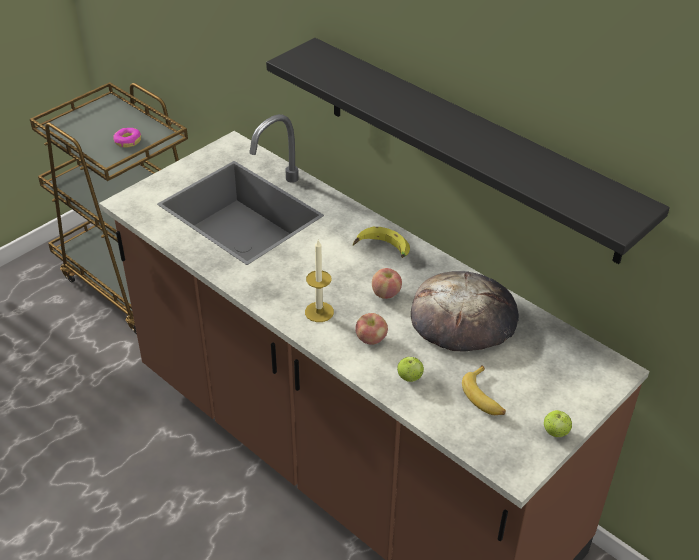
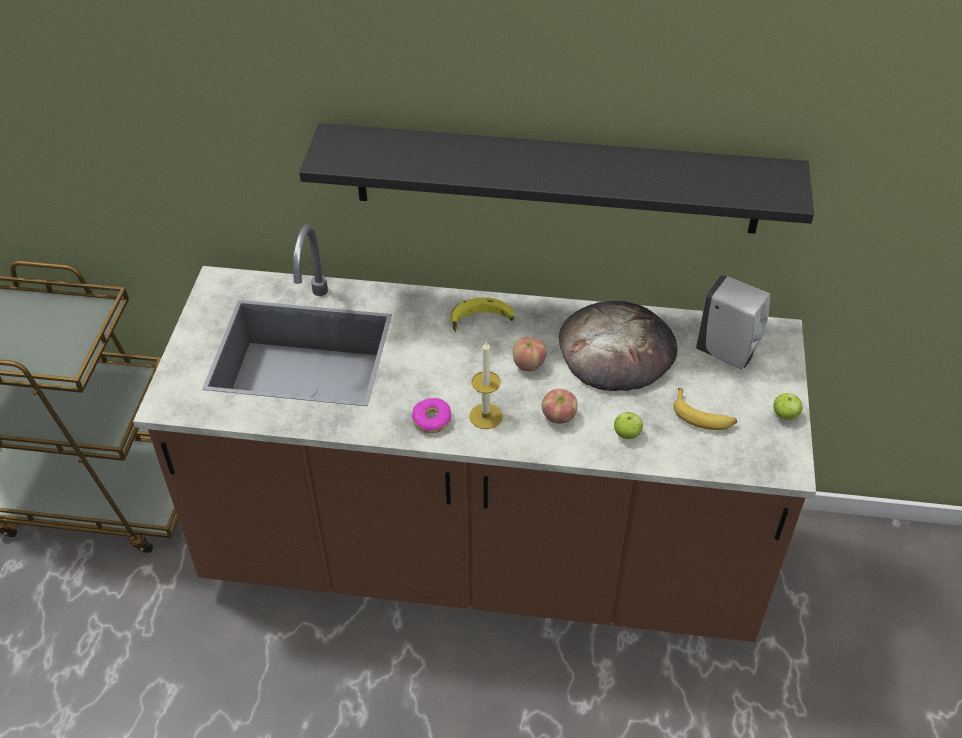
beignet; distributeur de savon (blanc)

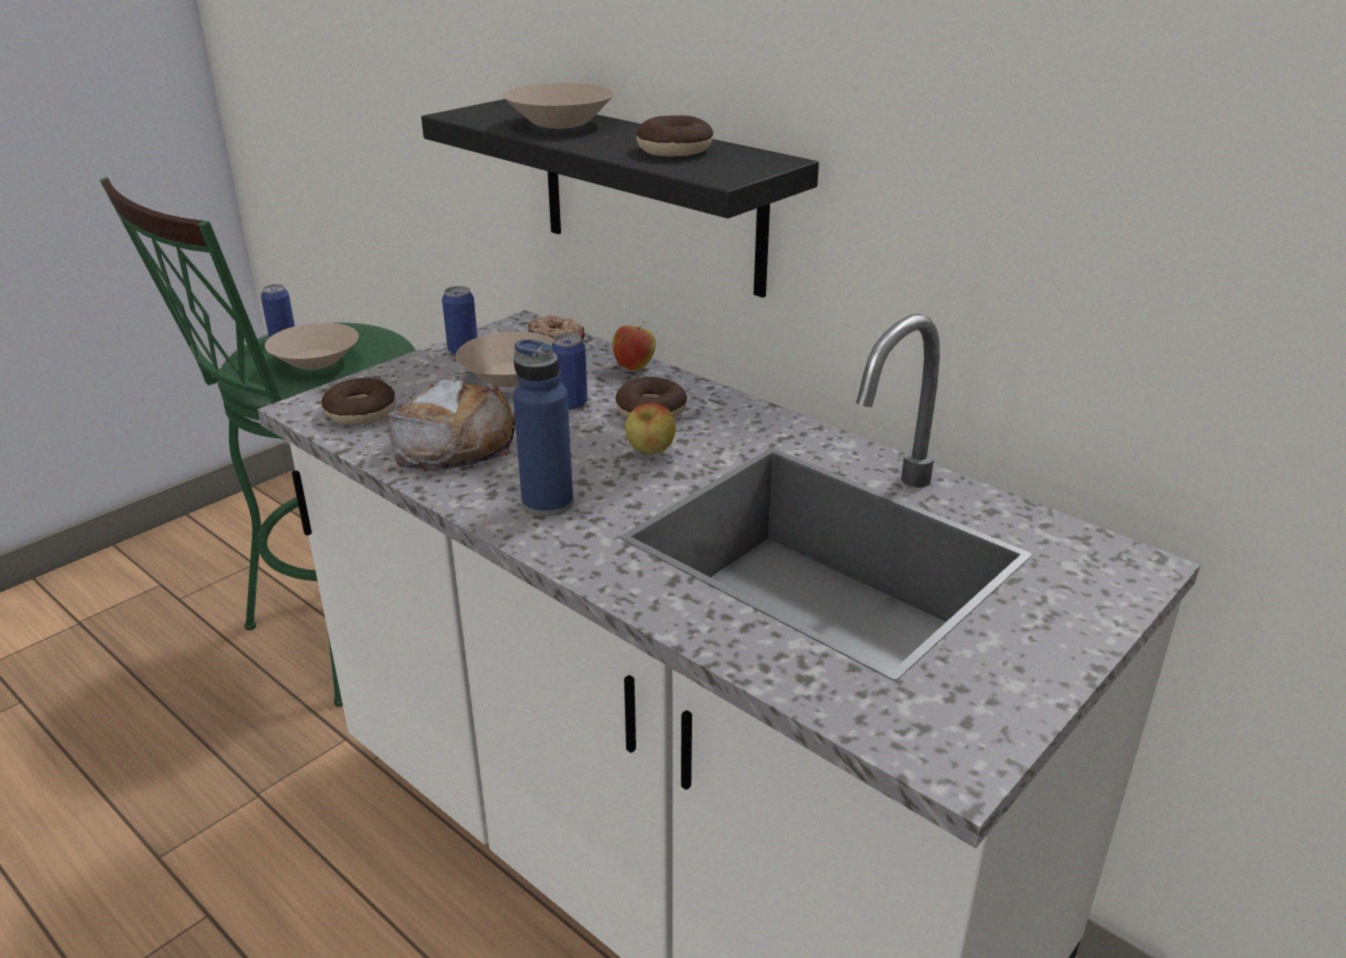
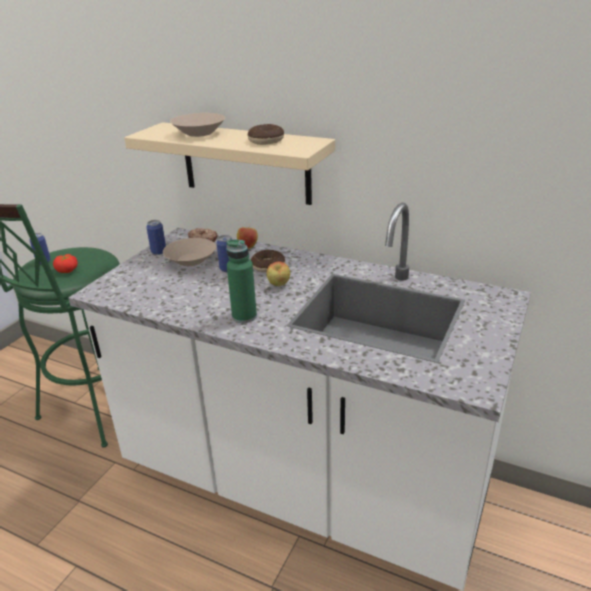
tomate; beignet (1st from left in the first image); pain; étagère (beige); bouteille (vert)

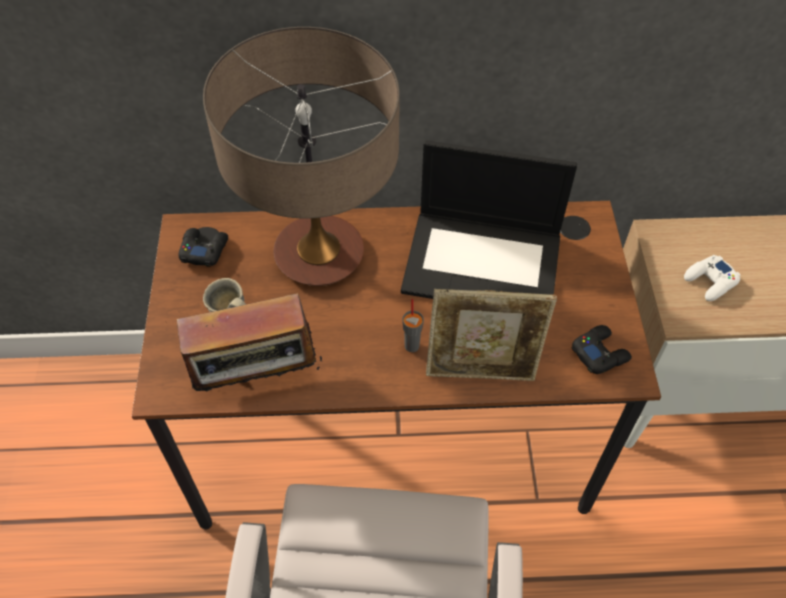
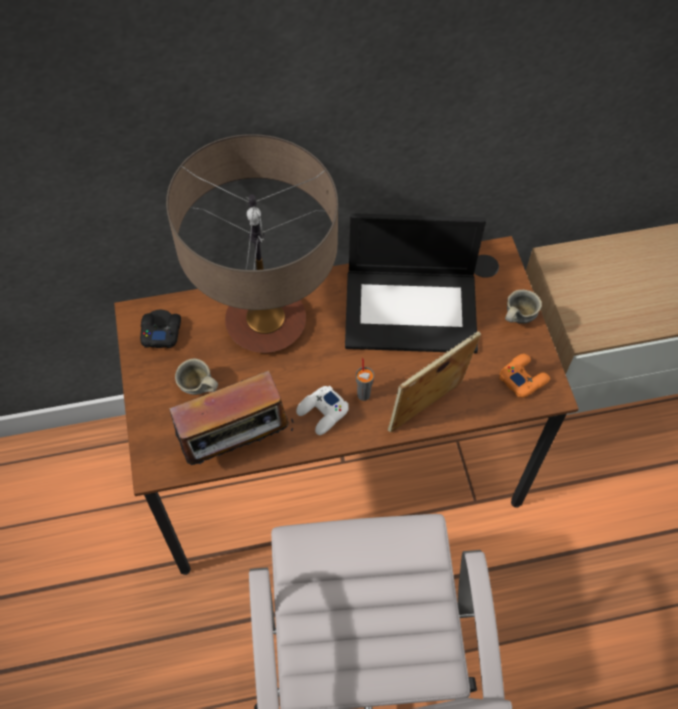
cadre photo; manette (orange); manette (blanc); mug (gris) (2nd from left)

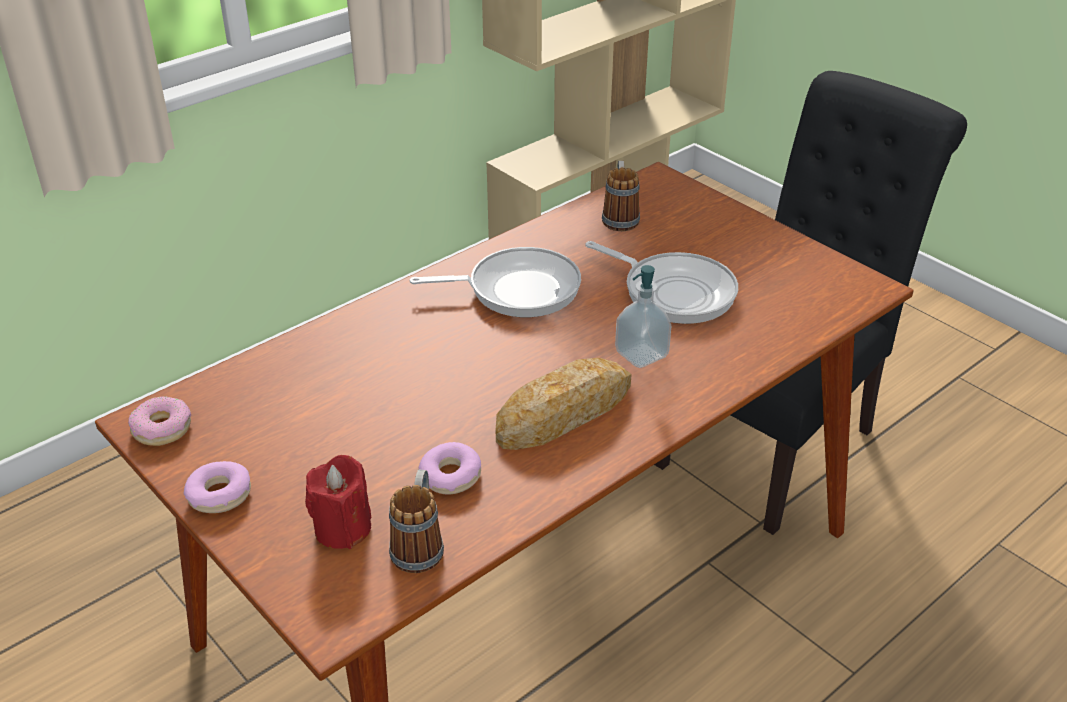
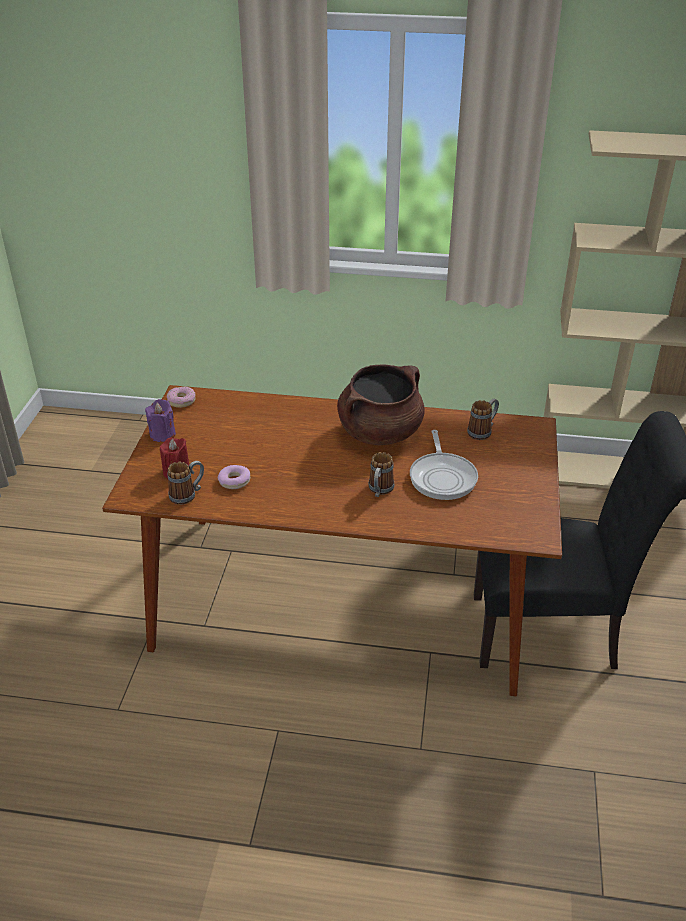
bougie (violet); marmite (marron); pain; mug (2nd from left)

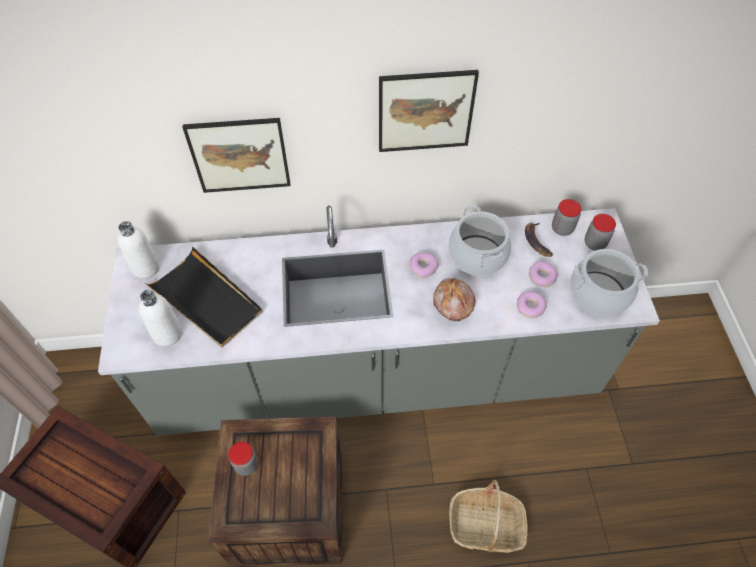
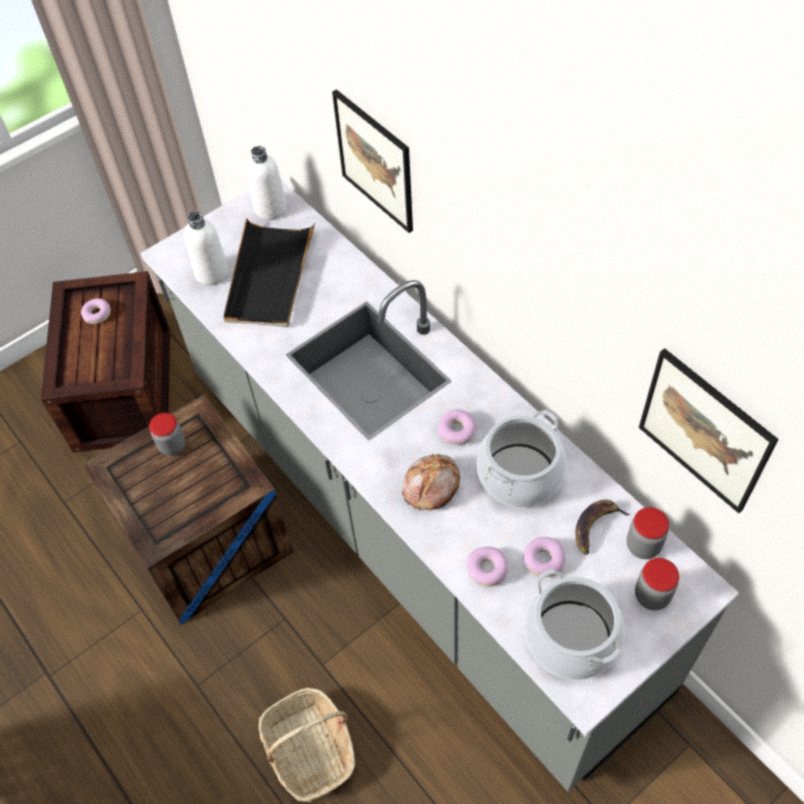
tableau (2nd from left); beignet (1st from left)

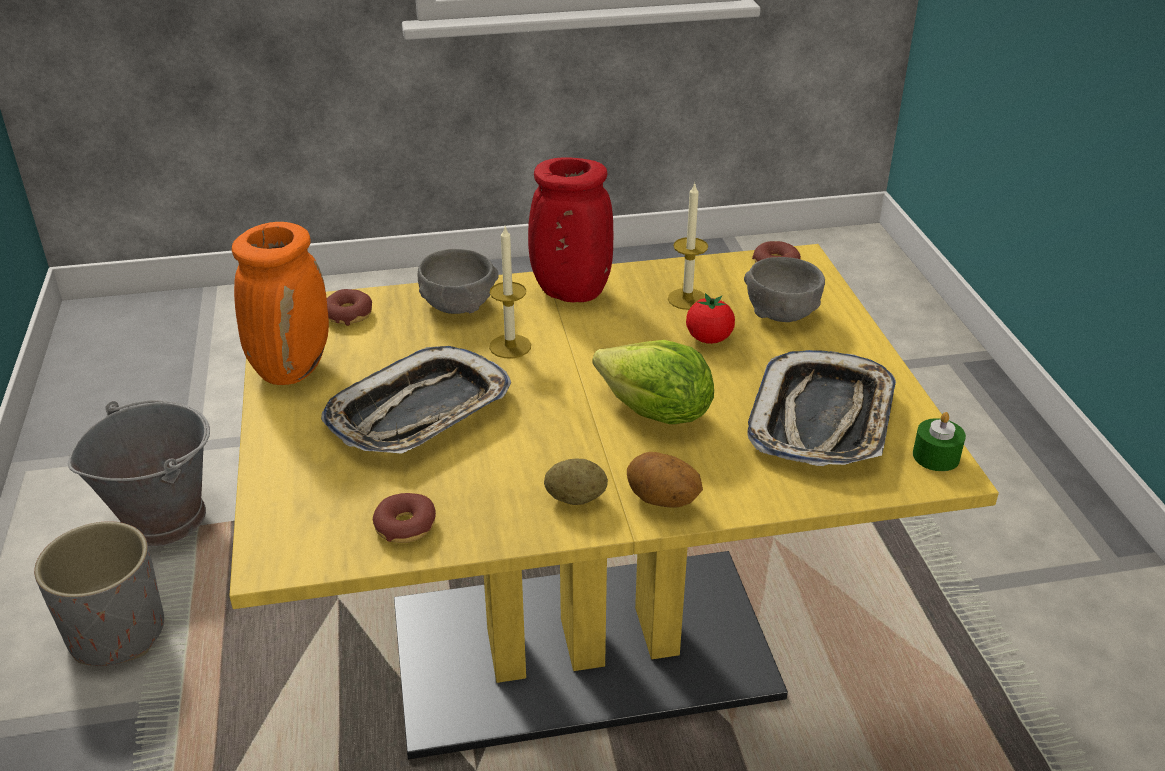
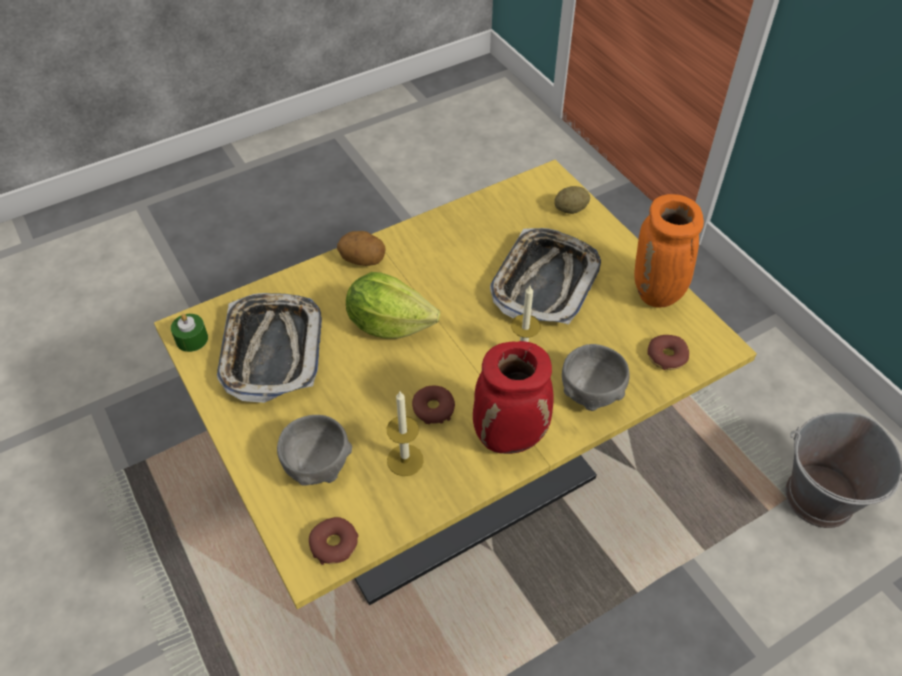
cache-pot (gris); beignet (2nd from left); pomme de terre (2nd from left); tomate

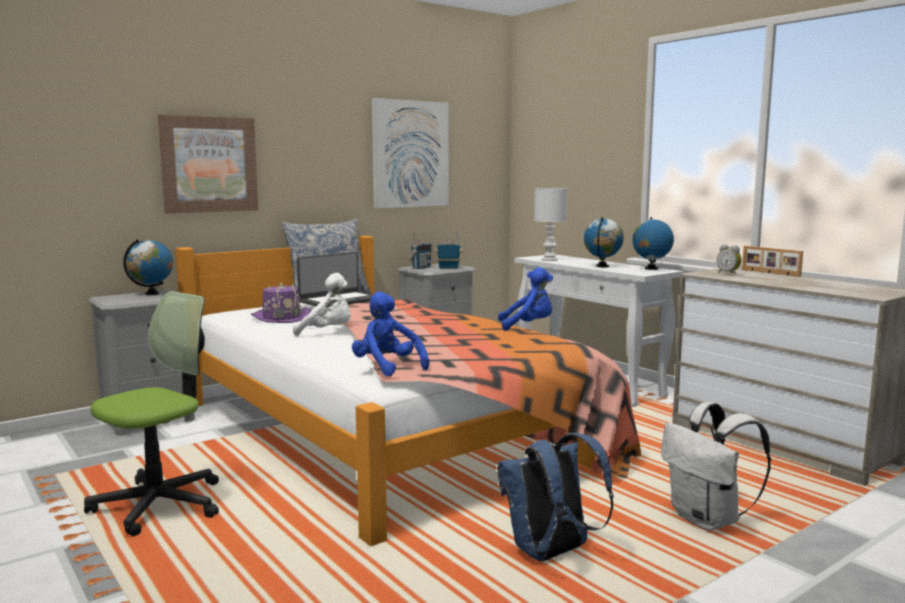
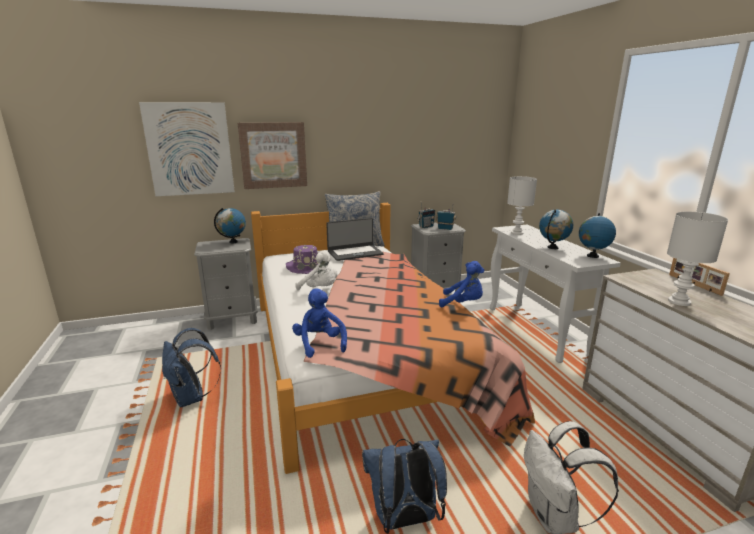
sac à dos (bleu) (1st from left); tableau (1st from left); réveil; lampe de table (blanc) (2nd from left)

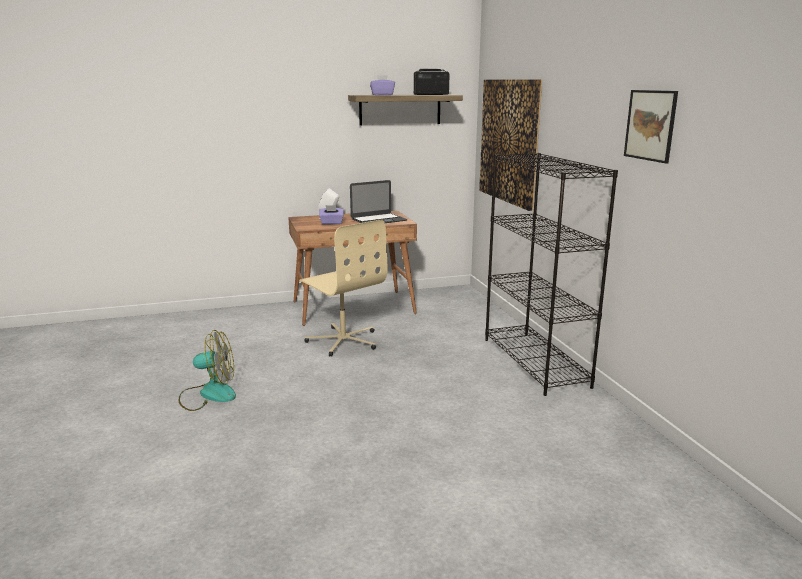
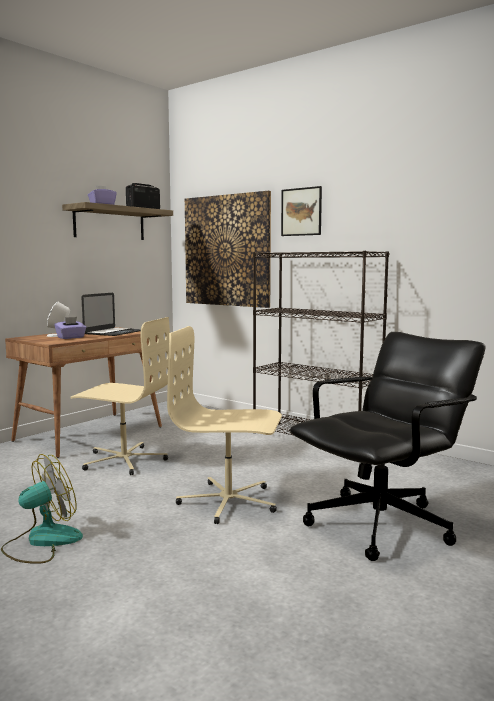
tableau (2nd from left); chaise de bureau (beige) (2nd from left); chaise de bureau (noir)

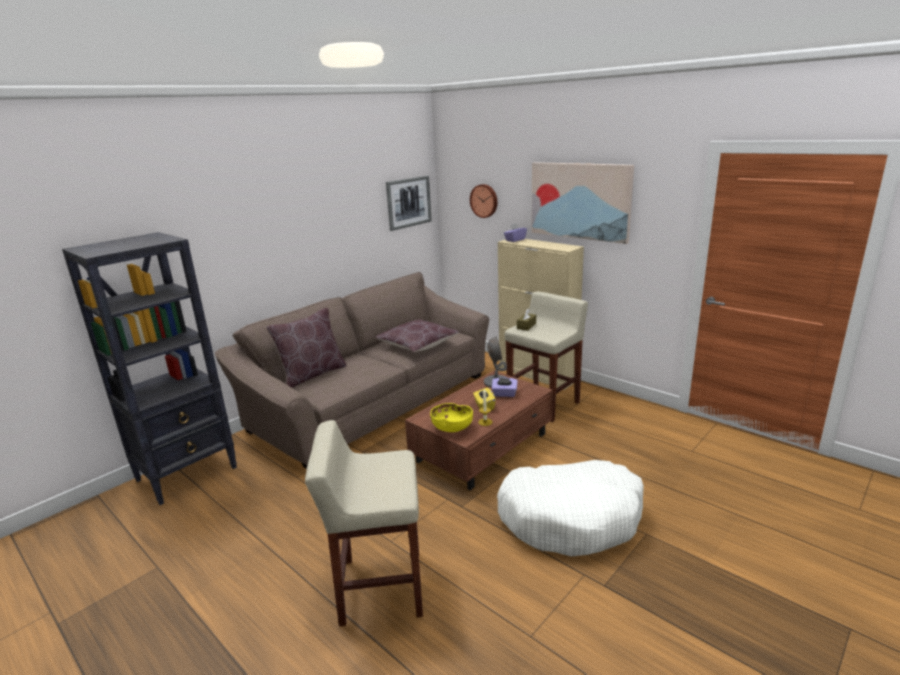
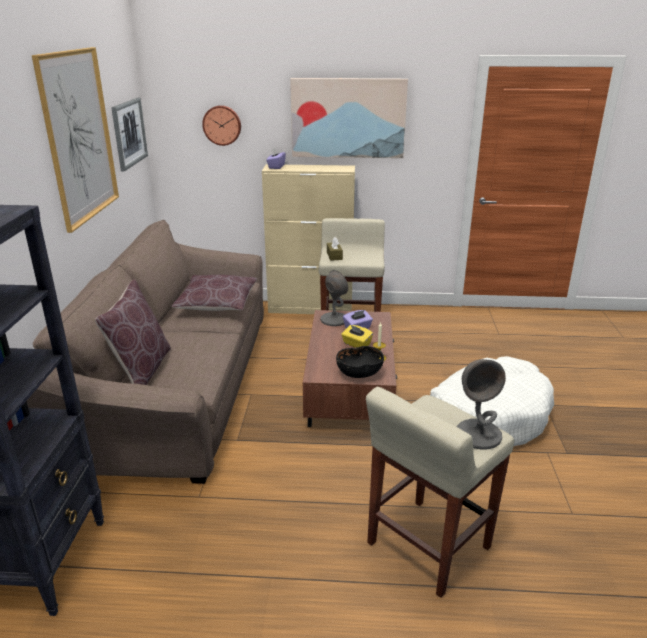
bol (noir); tableau (1st from left); lampe de table (gris) (2nd from left)

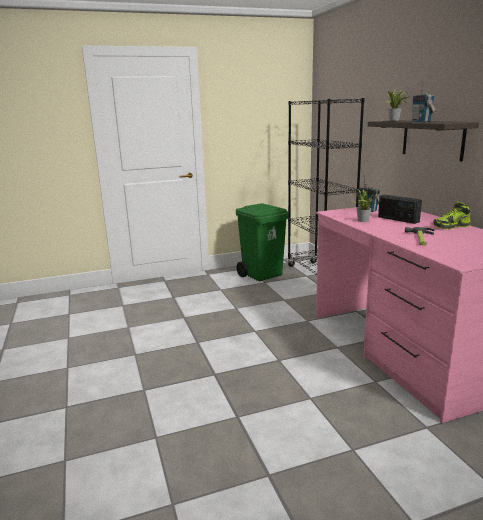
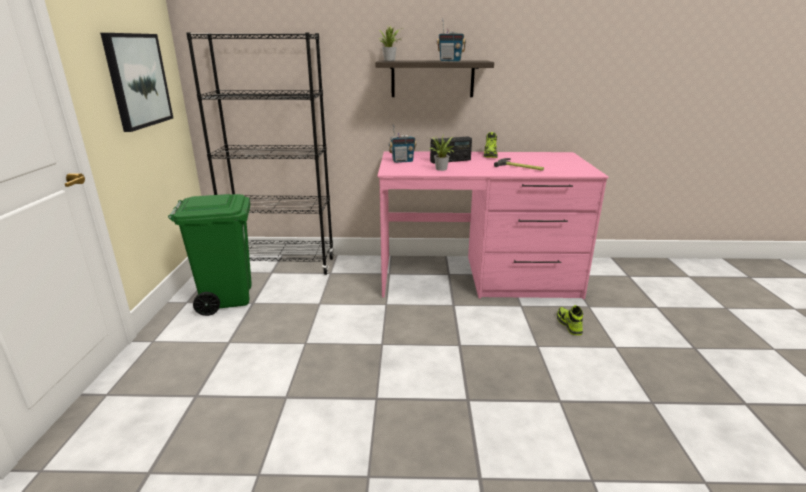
tableau; chaussure (2nd from left)

